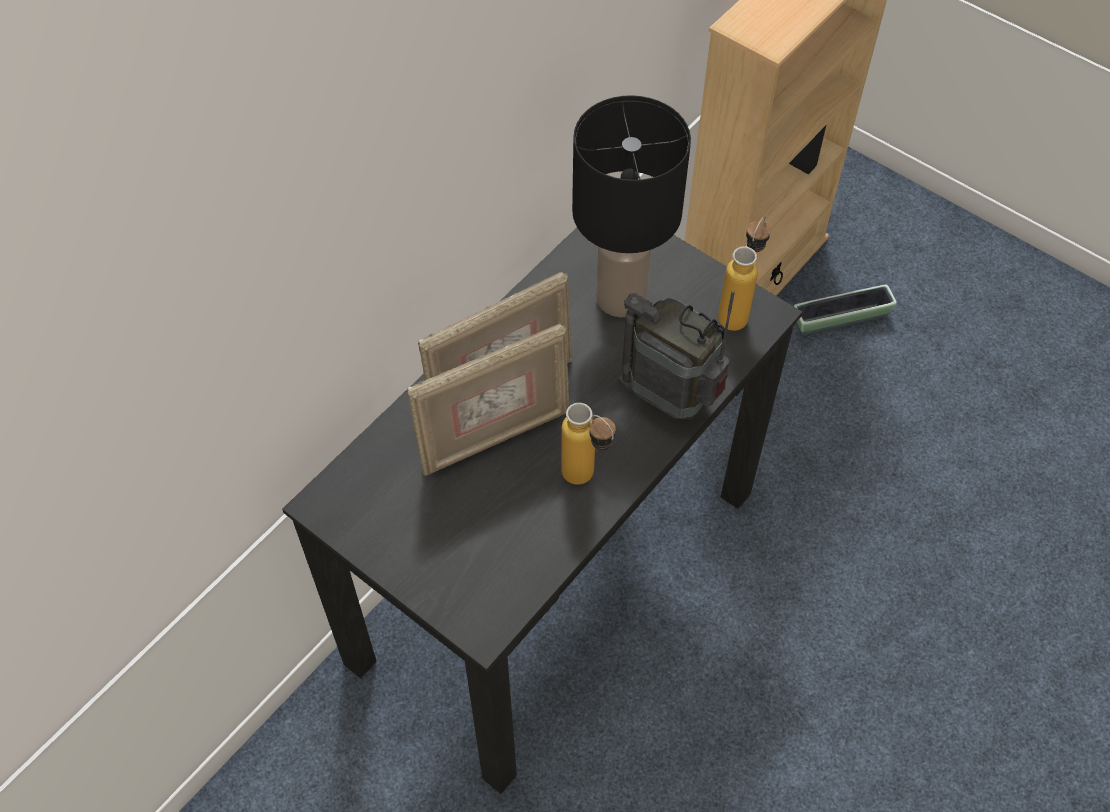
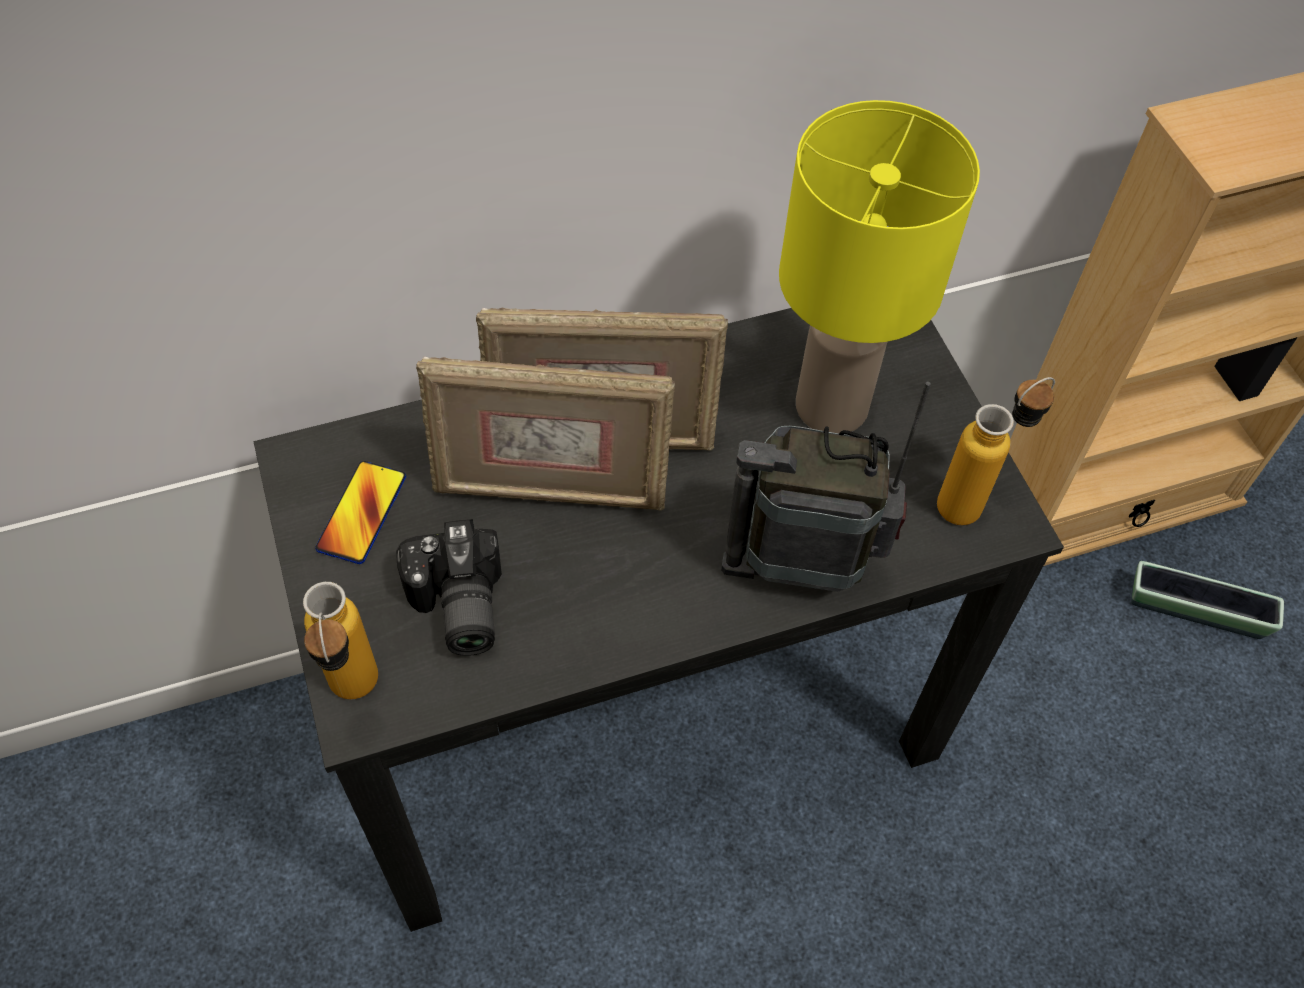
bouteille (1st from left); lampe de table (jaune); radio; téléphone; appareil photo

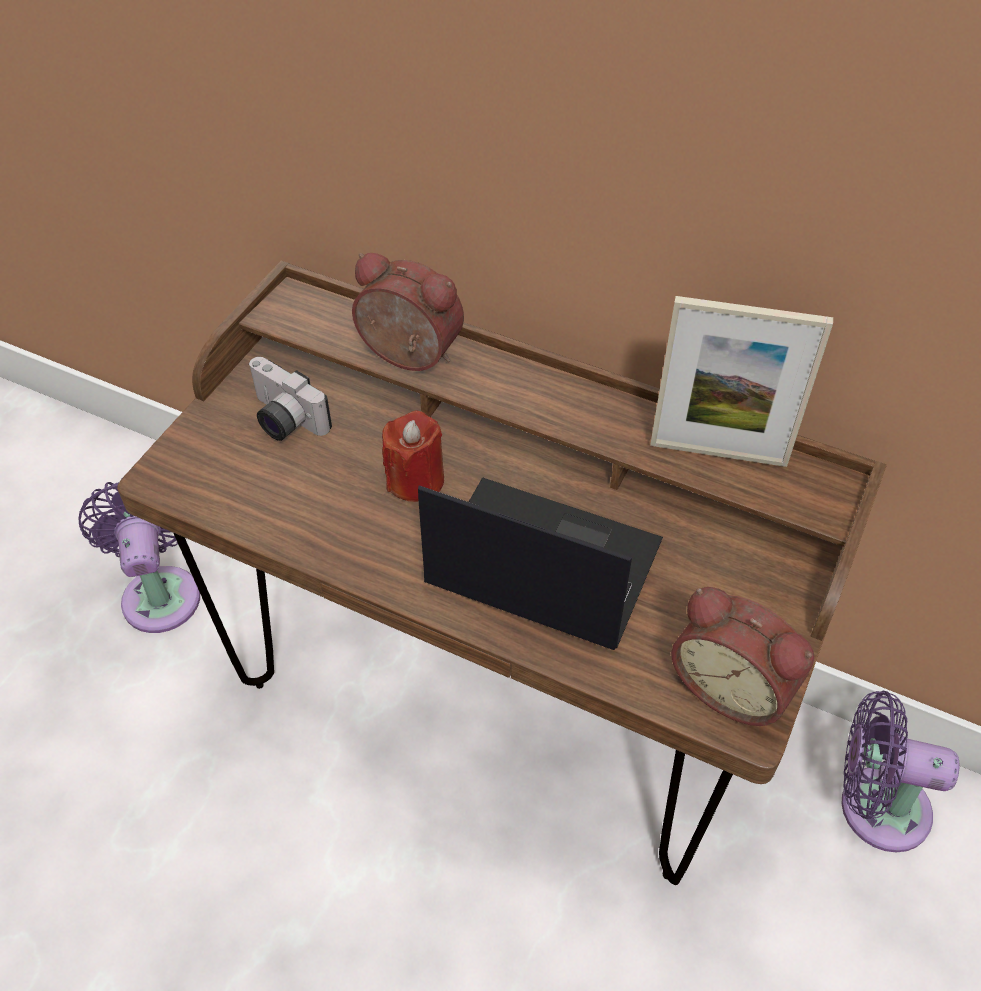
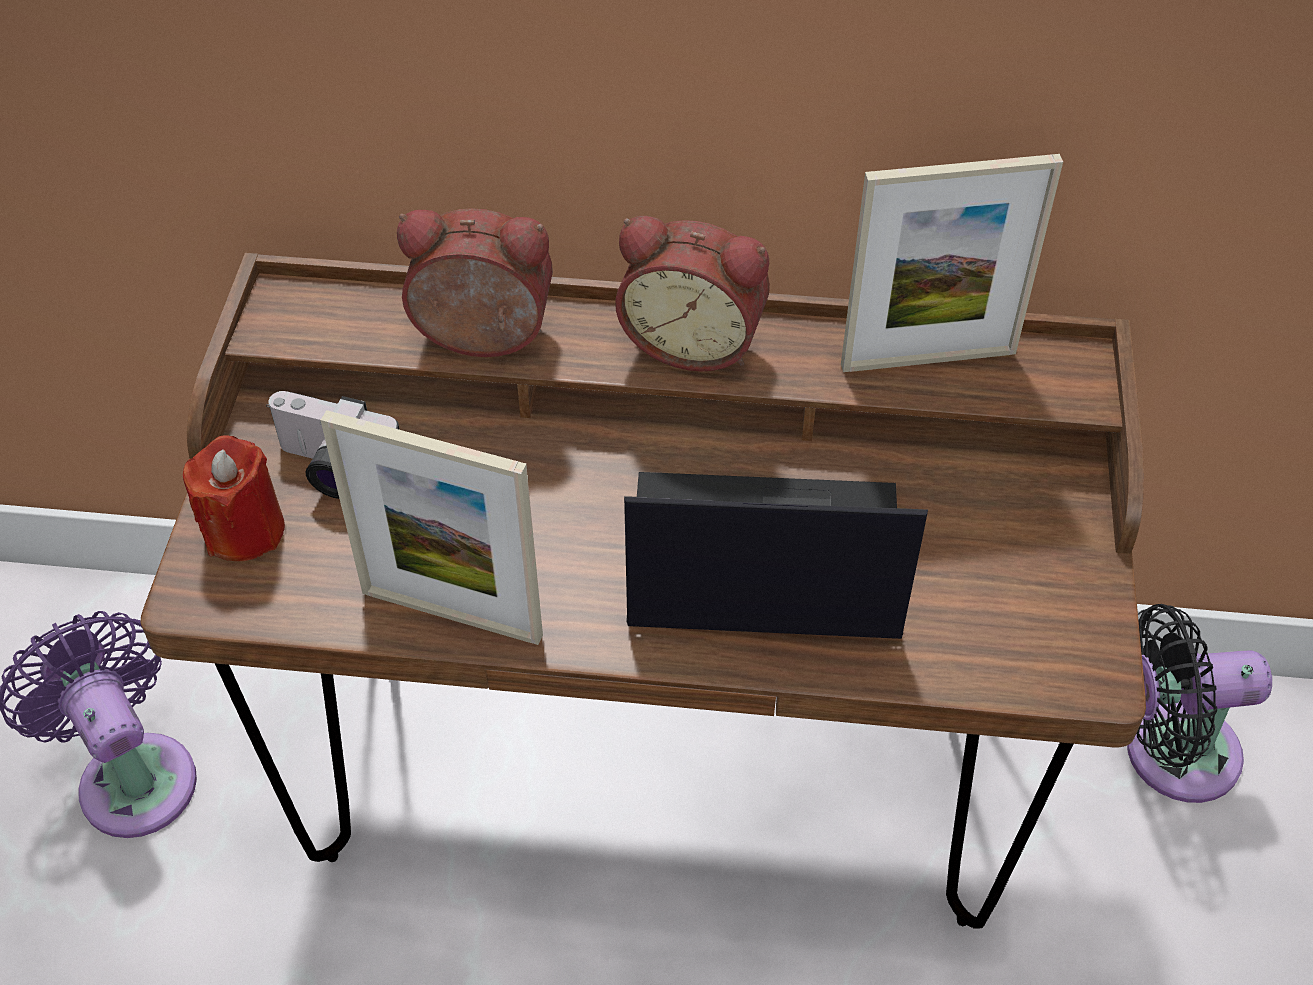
bougie (rouge); réveil (2nd from left); ventilateur (noir); cadre photo (1st from left)

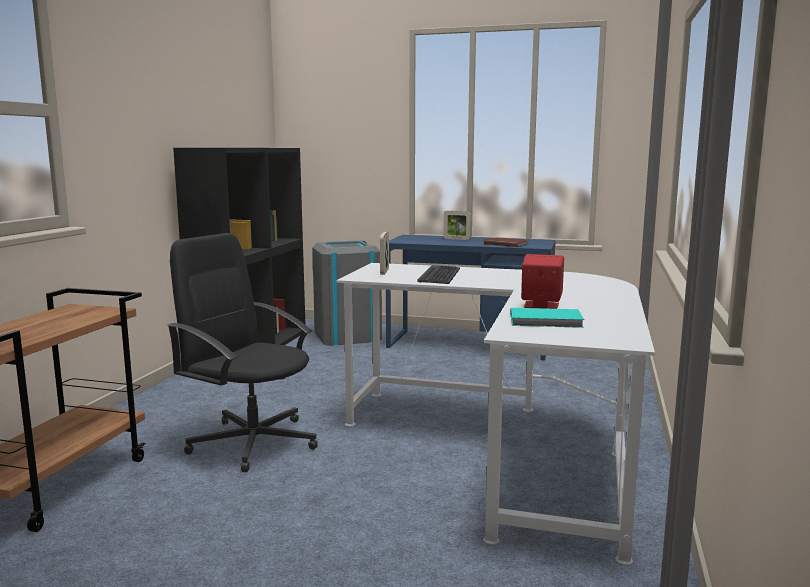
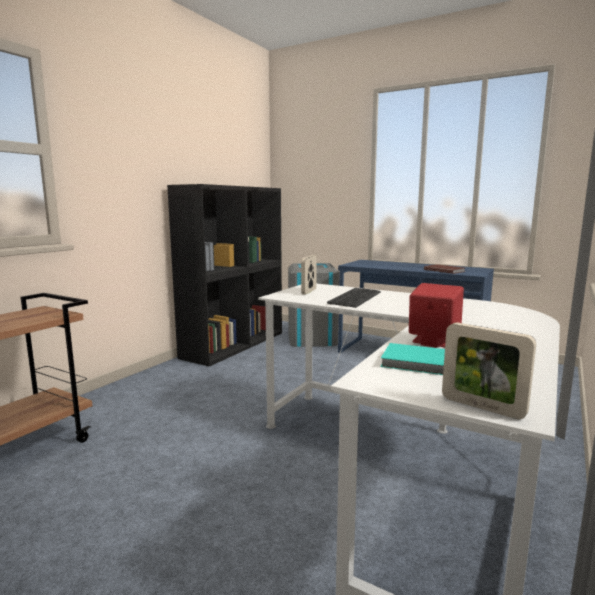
chaise de bureau (noir); cadre photo (2nd from left)

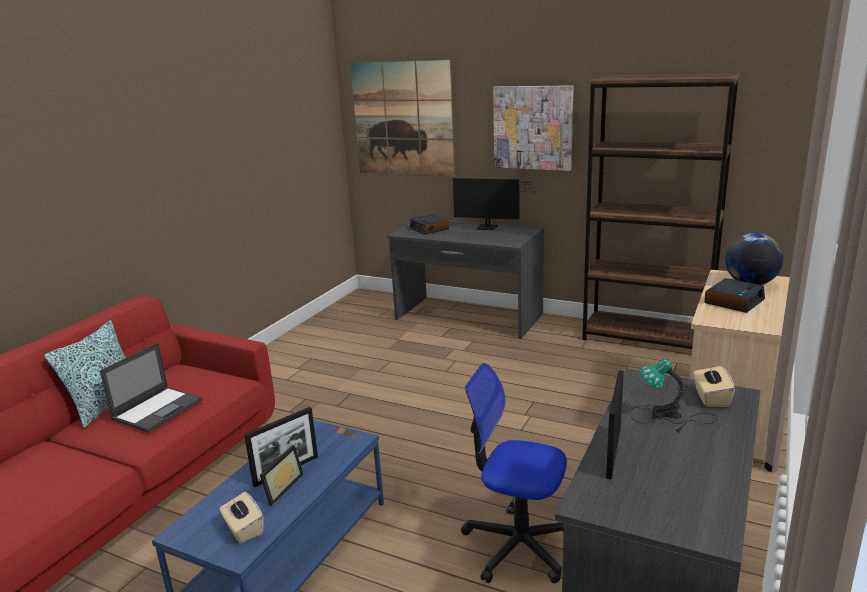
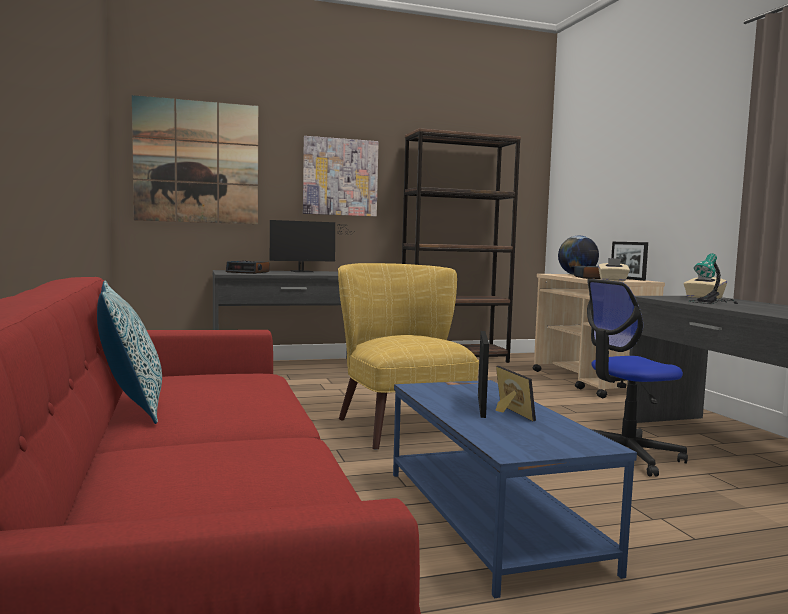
ordinateur portable; boîte à mouchoirs (beige) (1st from left); cadre photo (3rd from left); fauteuil (jaune)

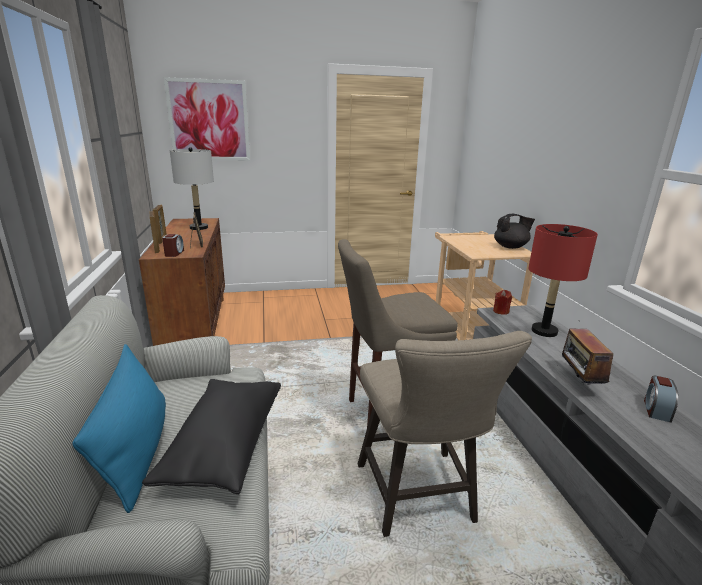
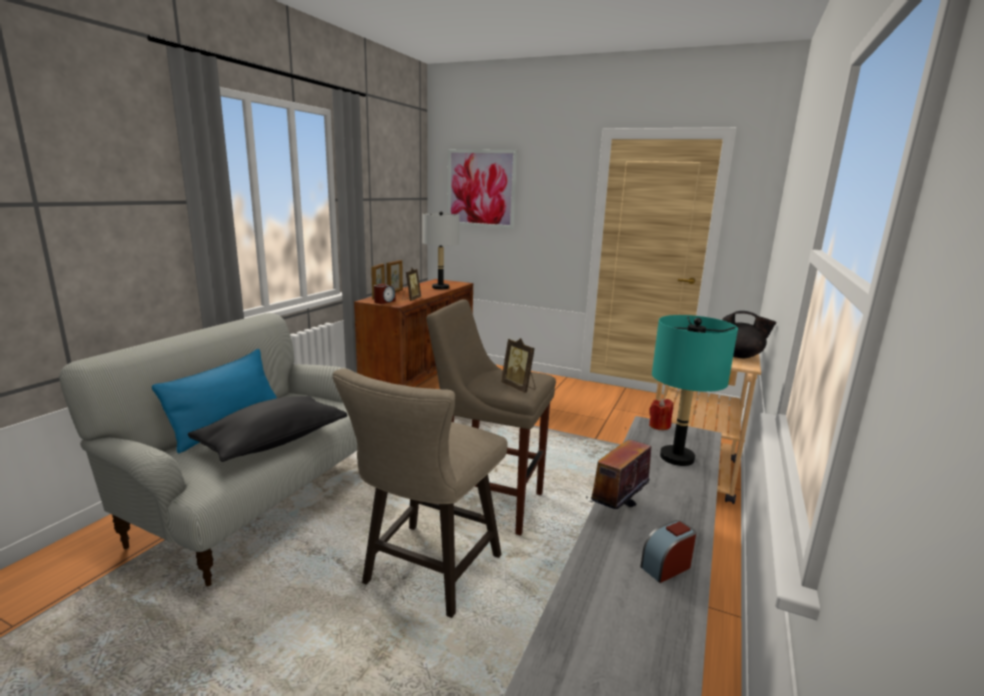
lampe de table (turquoise); cadre photo (4th from left)

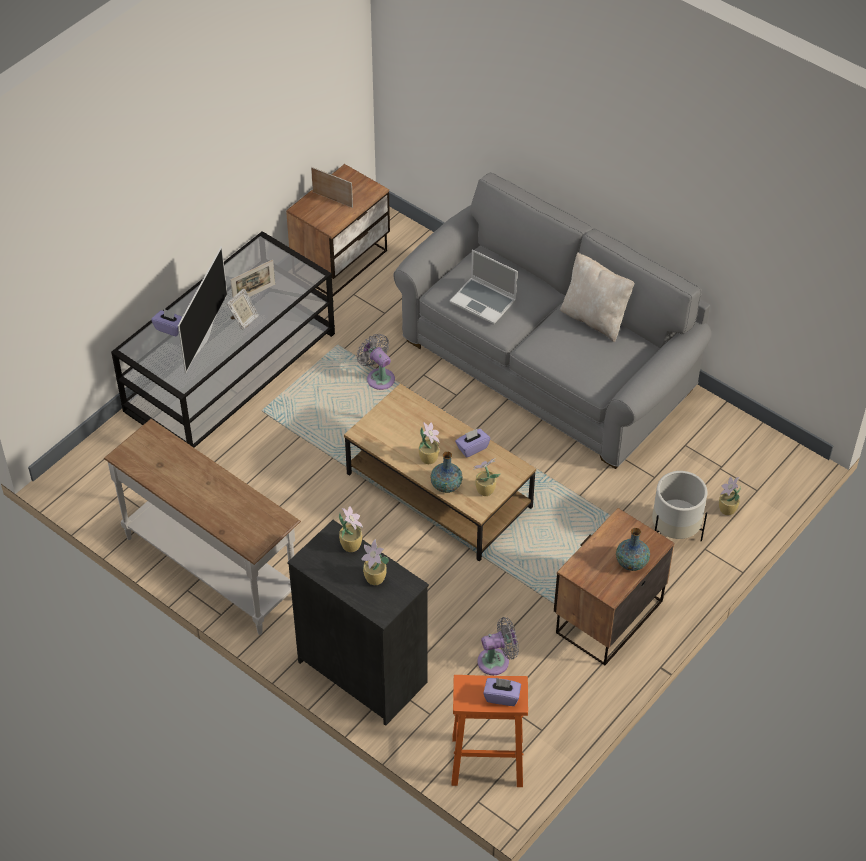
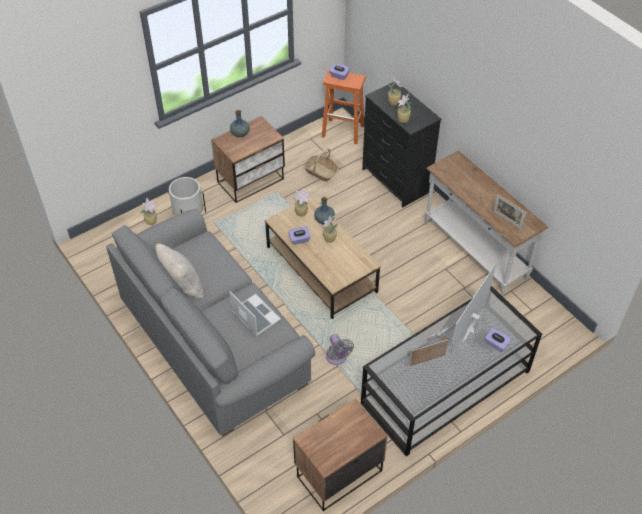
cadre photo (3rd from left); panier

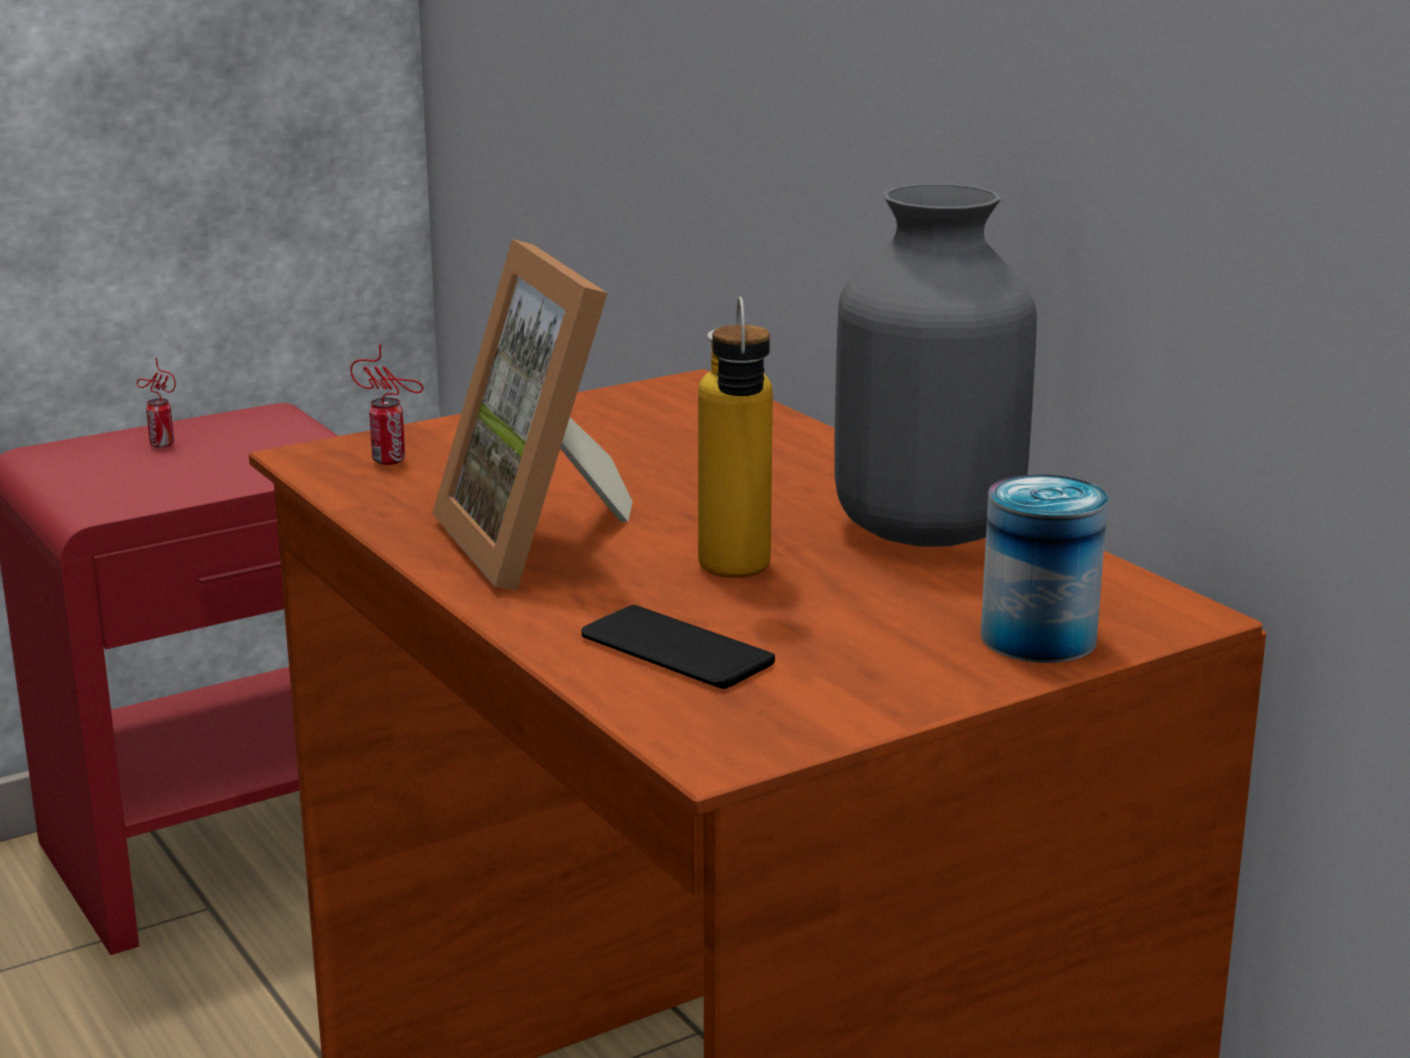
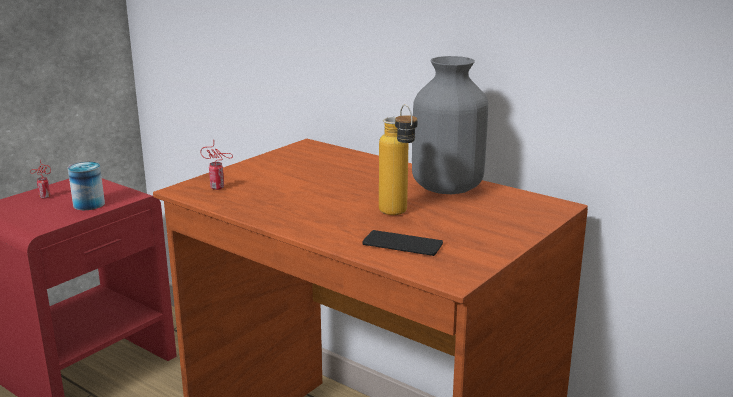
cadre photo; boîte métallique (2nd from left)

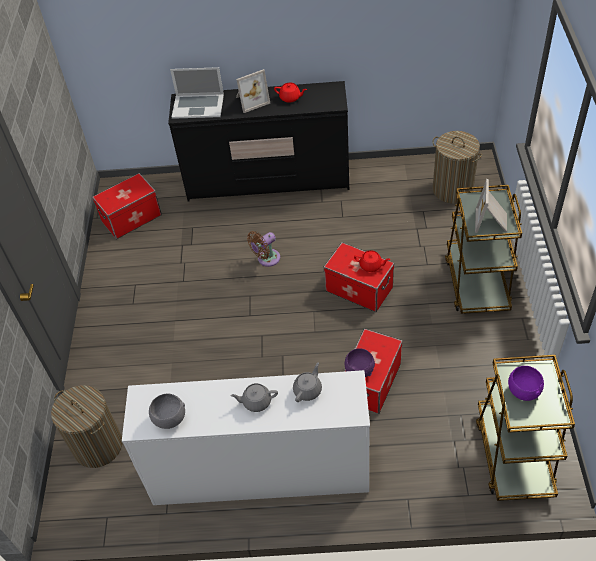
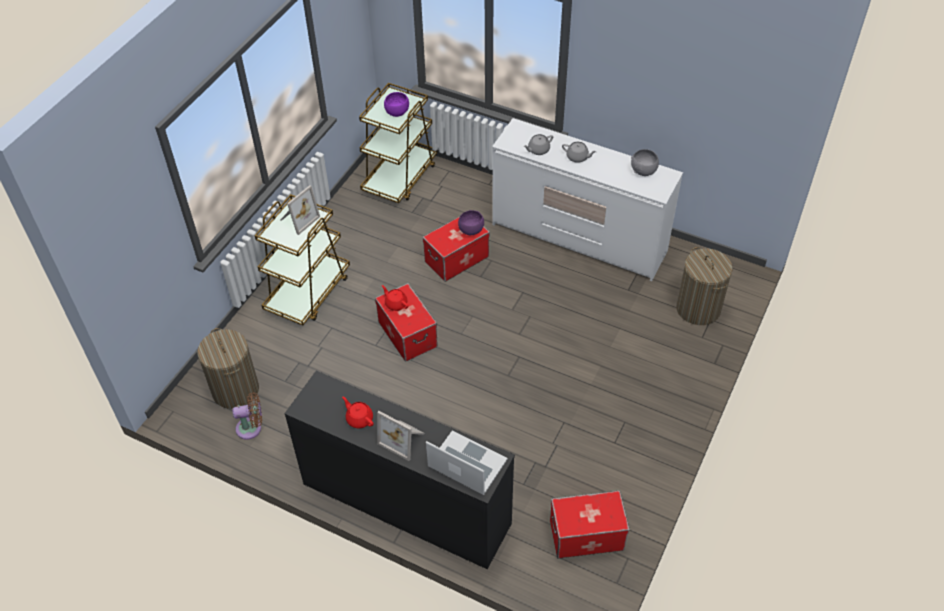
cadre photo (2nd from left); ventilateur (marron)

